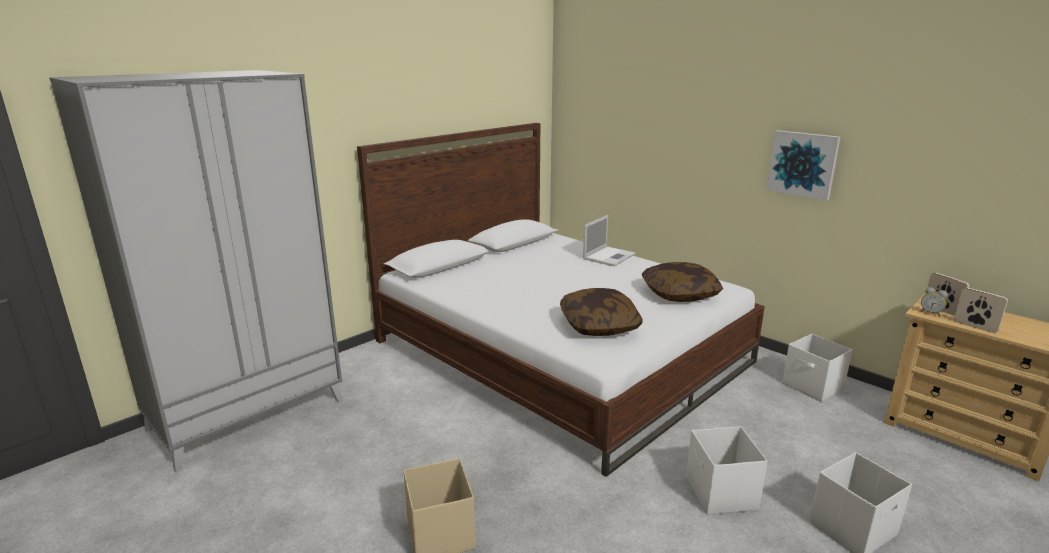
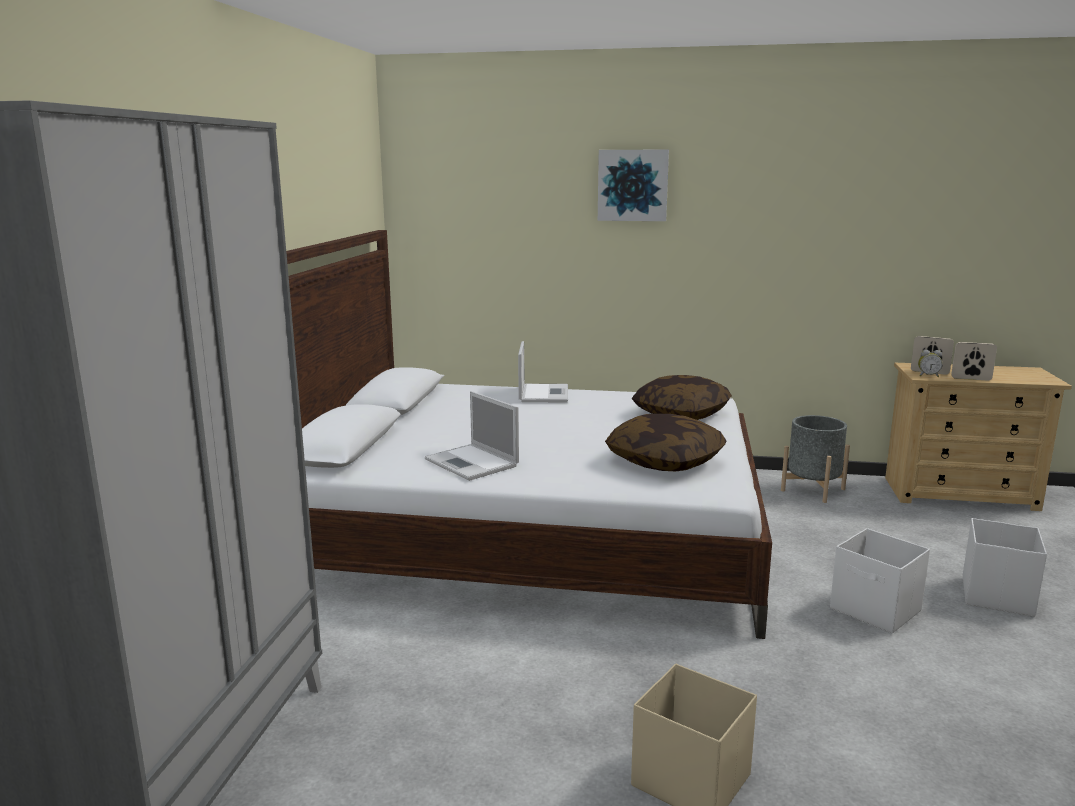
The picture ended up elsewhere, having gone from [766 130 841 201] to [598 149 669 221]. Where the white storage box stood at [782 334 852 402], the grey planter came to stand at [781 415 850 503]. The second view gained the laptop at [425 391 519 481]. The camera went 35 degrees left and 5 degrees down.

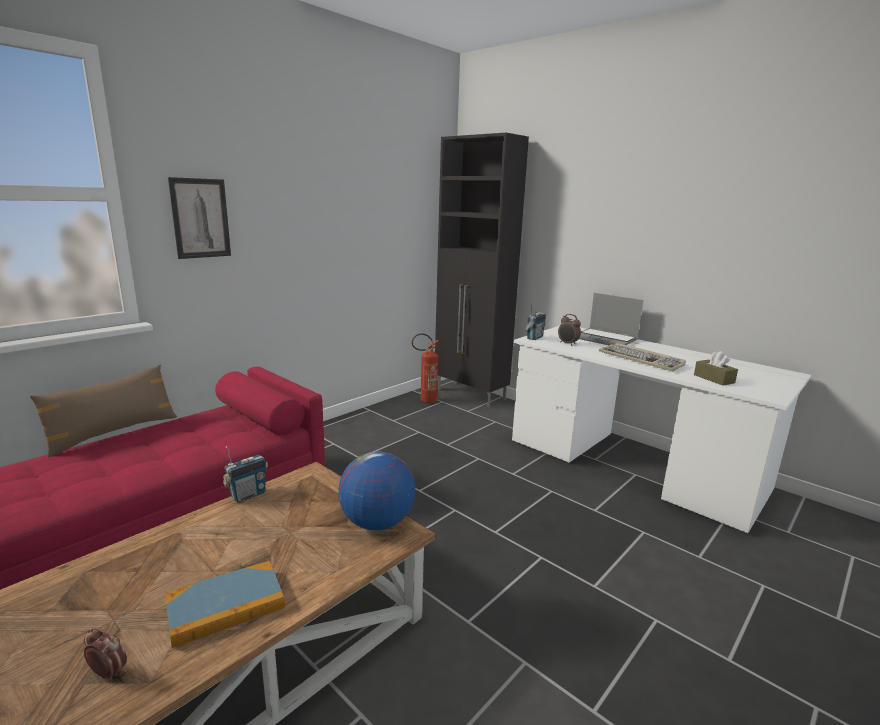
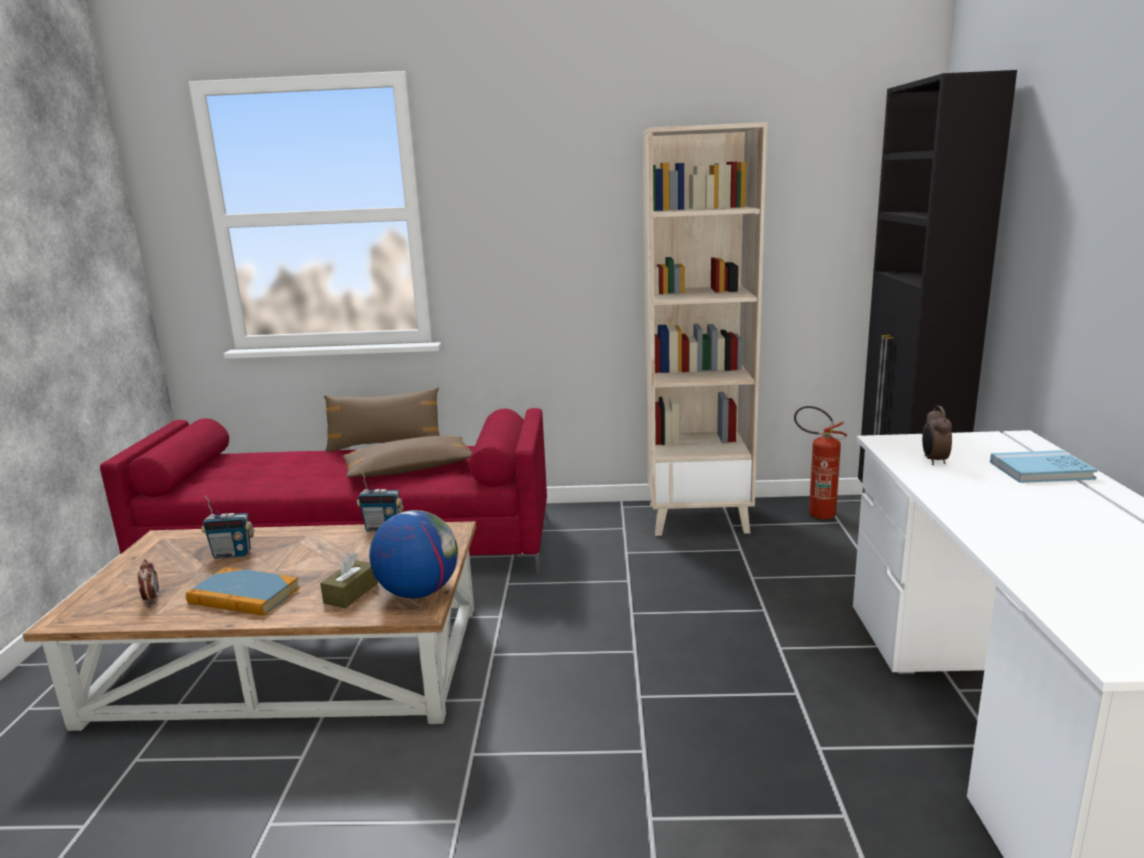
The second view lost the picture at [168 177 231 259]. Where the laptop stood at [579 293 643 345], the blue book came to stand at [990 450 1098 483]. The radio ended up elsewhere, having gone from [524 303 546 340] to [202 496 254 558]. The second view lost the keyboard at [599 343 686 371]. The brown tissue box ended up elsewhere, having gone from [694 351 738 386] to [320 552 378 608]. The second view gained the beige bookcase at [643 122 767 536]. The second view gained the brown pillow at [342 436 472 477]. The camera went 50 degrees right and 0 degrees up.

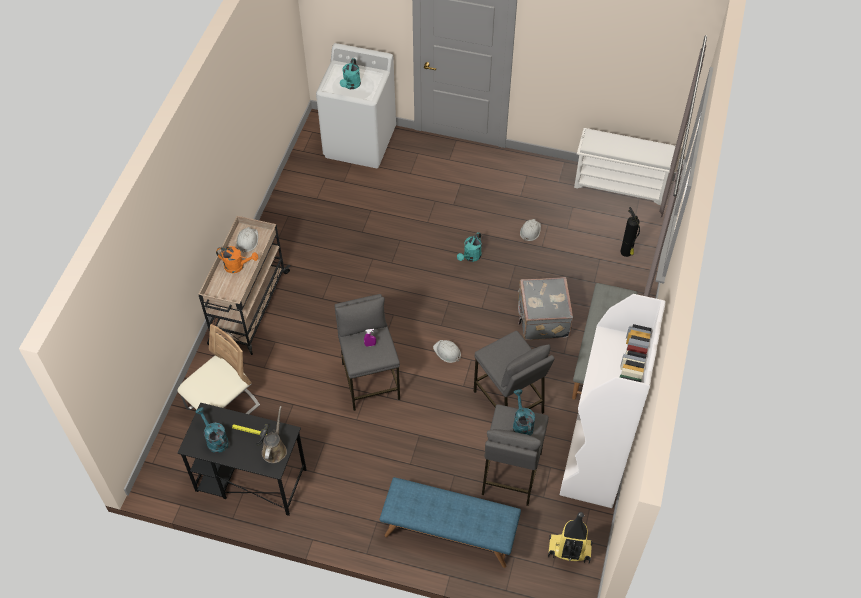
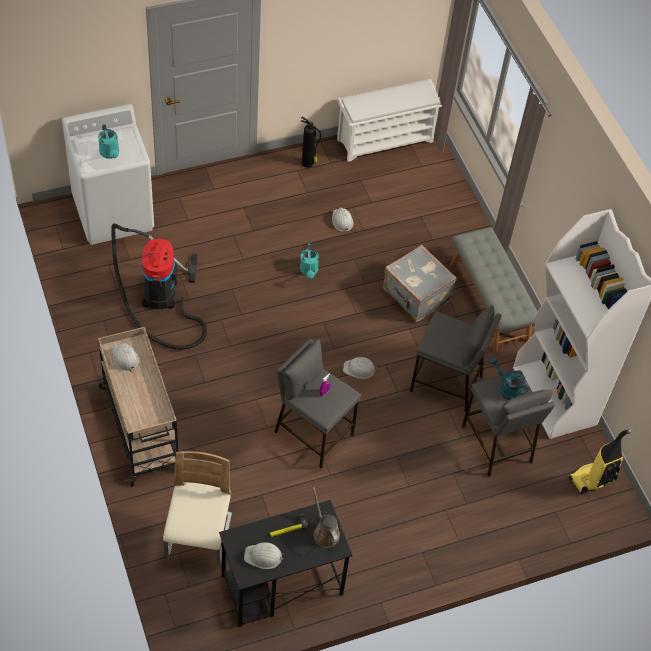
The fire extinguisher ended up elsewhere, having gone from [621 207 640 257] to [301 117 321 168]. The second view lost the orange watering can at [216 246 258 273]. Where the turquoise watering can stood at [195 407 229 453], the white hard hat came to stand at [244 542 285 569]. The second view lost the blue bench at [380 477 521 568]. The second view gained the vacuum cleaner at [111 223 207 350]. The camera went 40 degrees left and 0 degrees up.

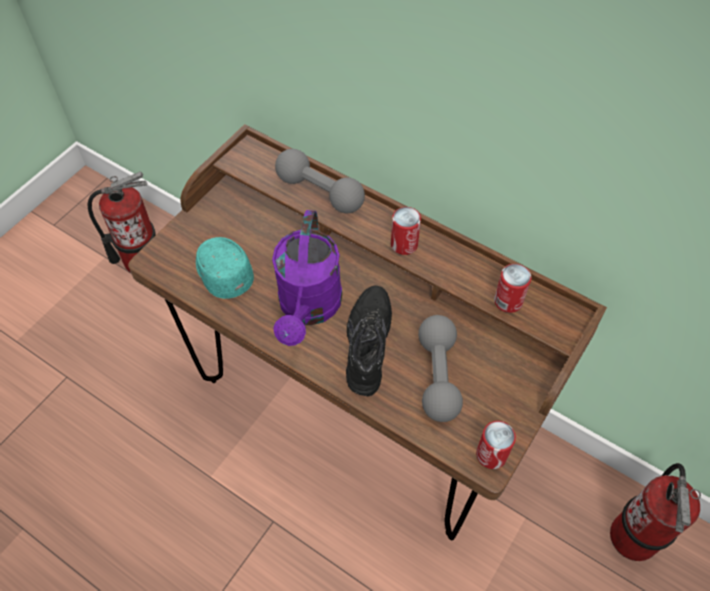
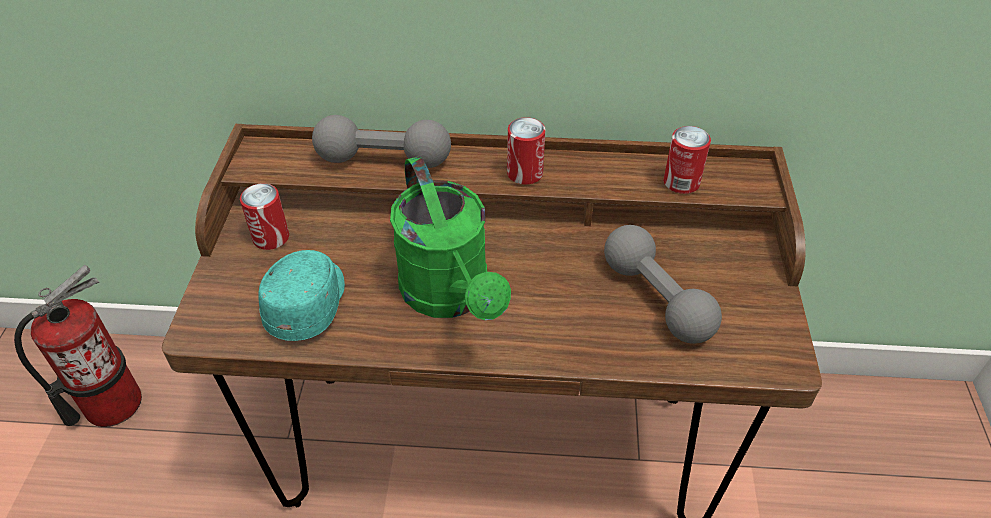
What was the purple watering can at [272 210 342 346] turned into the green watering can at [390 156 511 320]. The turquoise cap at [196 237 254 299] ended up facing another way, 75 degrees clockwise from before. The second view lost the black shoe at [346 285 392 396]. The can ended up elsewhere, having gone from [476 421 516 469] to [240 183 289 250]. The second view lost the fire extinguisher at [610 463 701 561]. The camera went 30 degrees left and 10 degrees down.

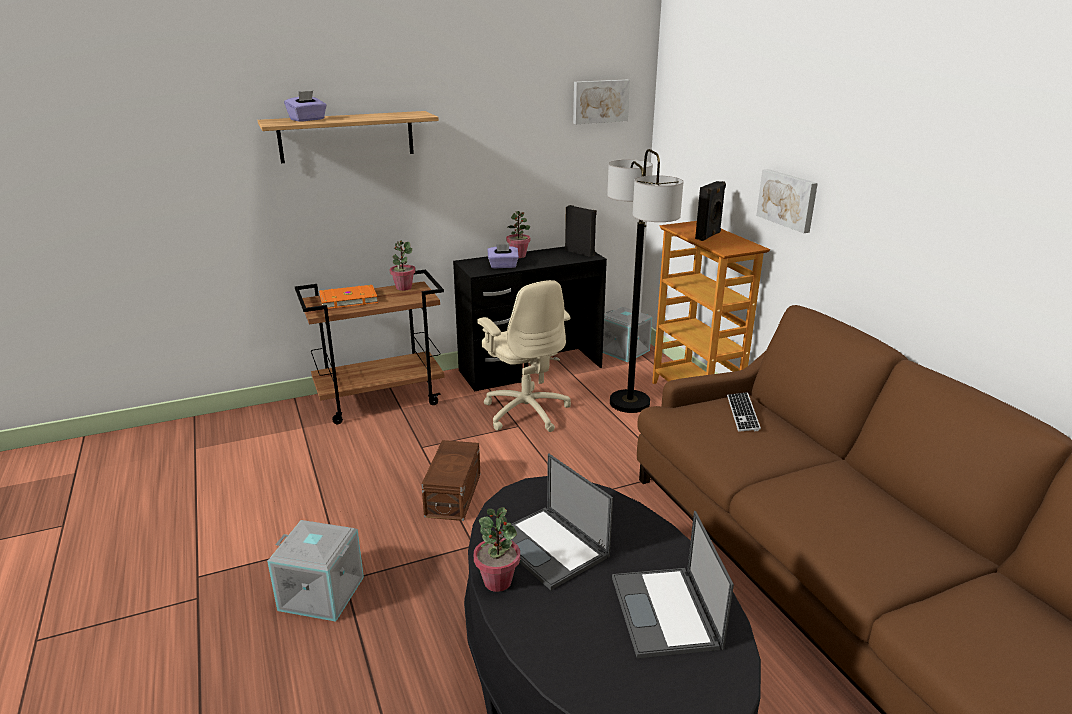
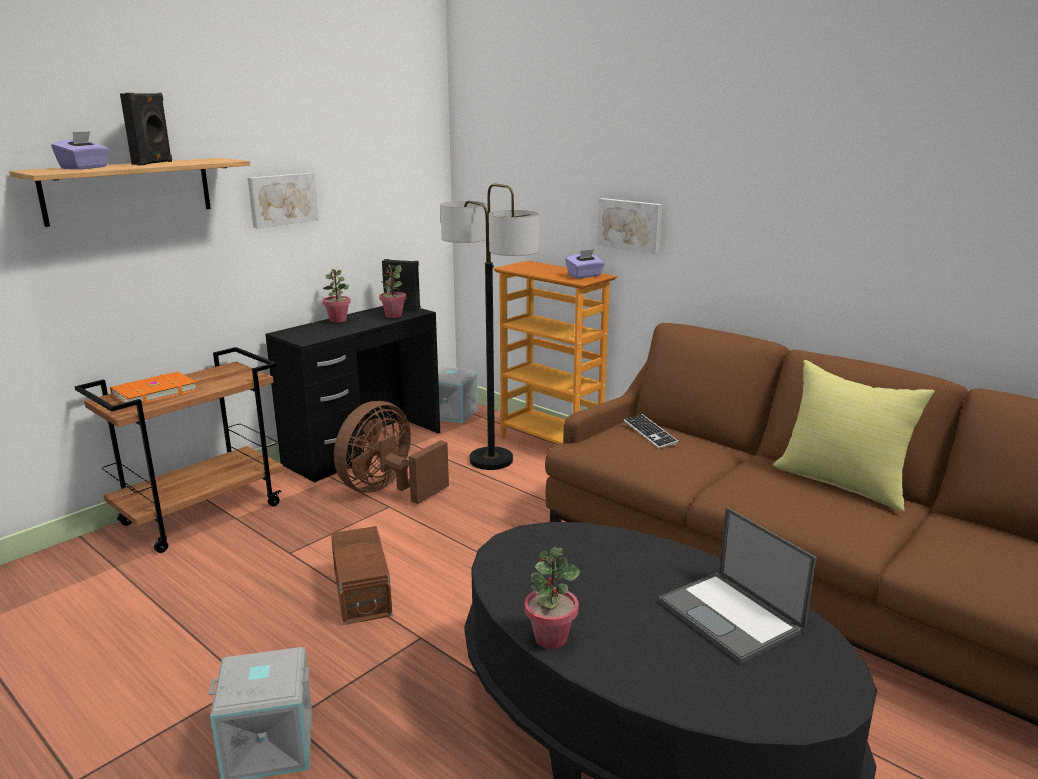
The picture ended up elsewhere, having gone from [573 80 630 124] to [248 173 319 228]. The black speaker ended up elsewhere, having gone from [695 181 726 241] to [120 93 172 166]. The potted plant ended up elsewhere, having gone from [389 240 416 291] to [379 265 406 318]. The purple tissue box ended up elsewhere, having gone from [487 244 519 268] to [565 249 605 278]. Where the beige office chair stood at [477 280 571 432], the brown fan came to stand at [334 401 449 504]. The second view lost the laptop at [499 453 613 590]. The second view gained the yellow pillow at [773 360 935 512]. The camera went 25 degrees left and 5 degrees down.

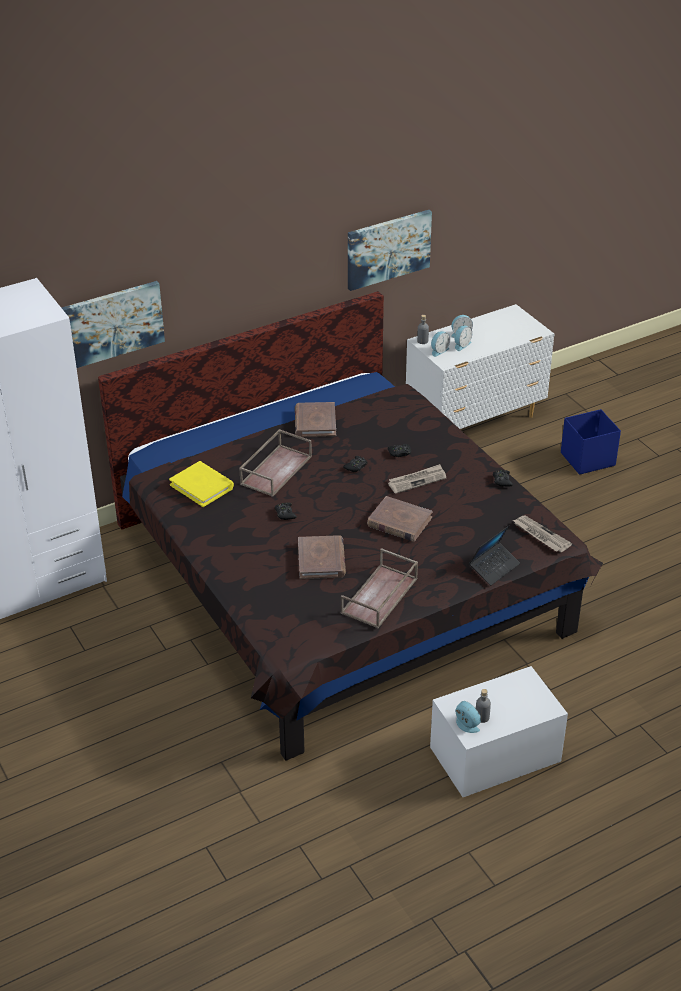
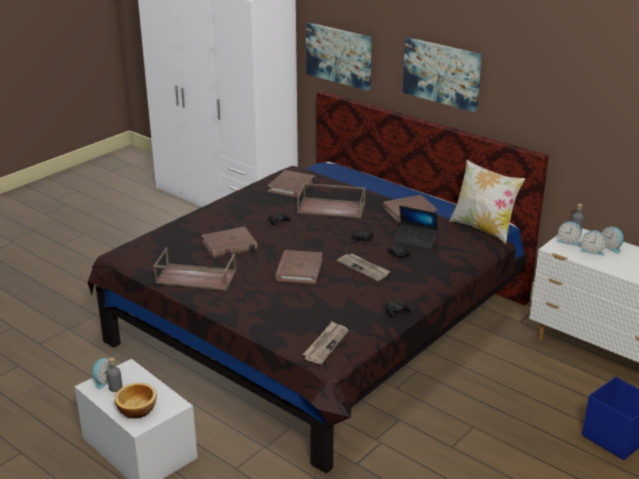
The picture ended up elsewhere, having gone from [348 210 432 291] to [403 37 482 112]. What was the yellow book at [169 461 234 507] turned into the brown book at [268 170 316 197]. The laptop ended up elsewhere, having gone from [469 526 520 585] to [393 206 438 249]. The second view gained the pillow at [450 160 525 244]. The second view gained the bowl at [115 383 157 419]. The camera went 70 degrees right and 10 degrees down.

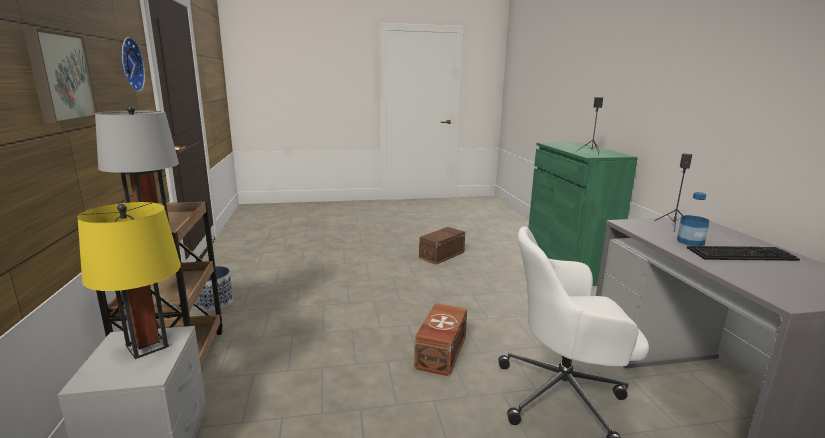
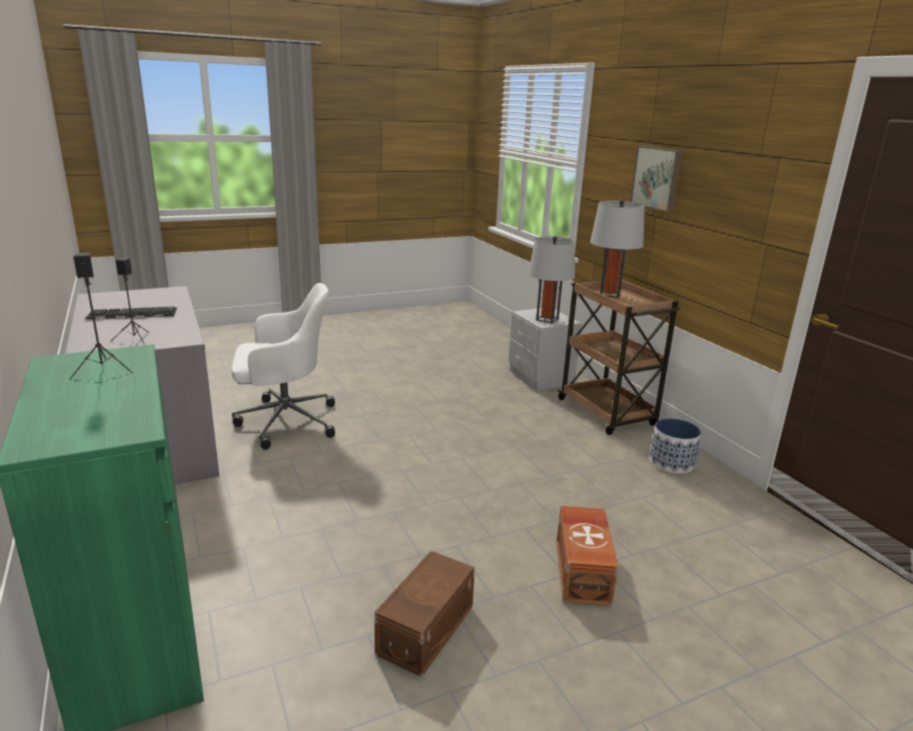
The second view lost the wall clock at [121 37 145 92]. The second view lost the bottle at [677 192 709 246]. What was the yellow table lamp at [77 202 181 359] turned into the grey table lamp at [528 236 575 324]. The brown storage box ended up elsewhere, having gone from [414 303 467 376] to [556 506 618 606]. The camera went 165 degrees right and 5 degrees up.

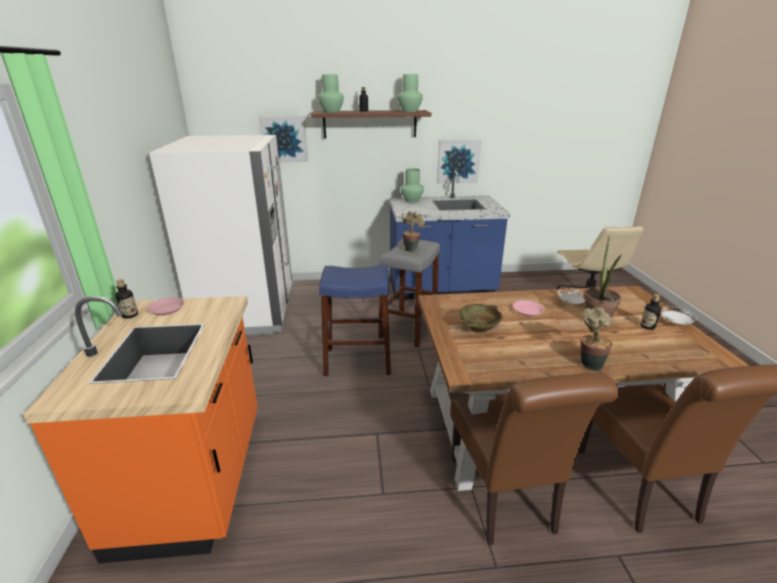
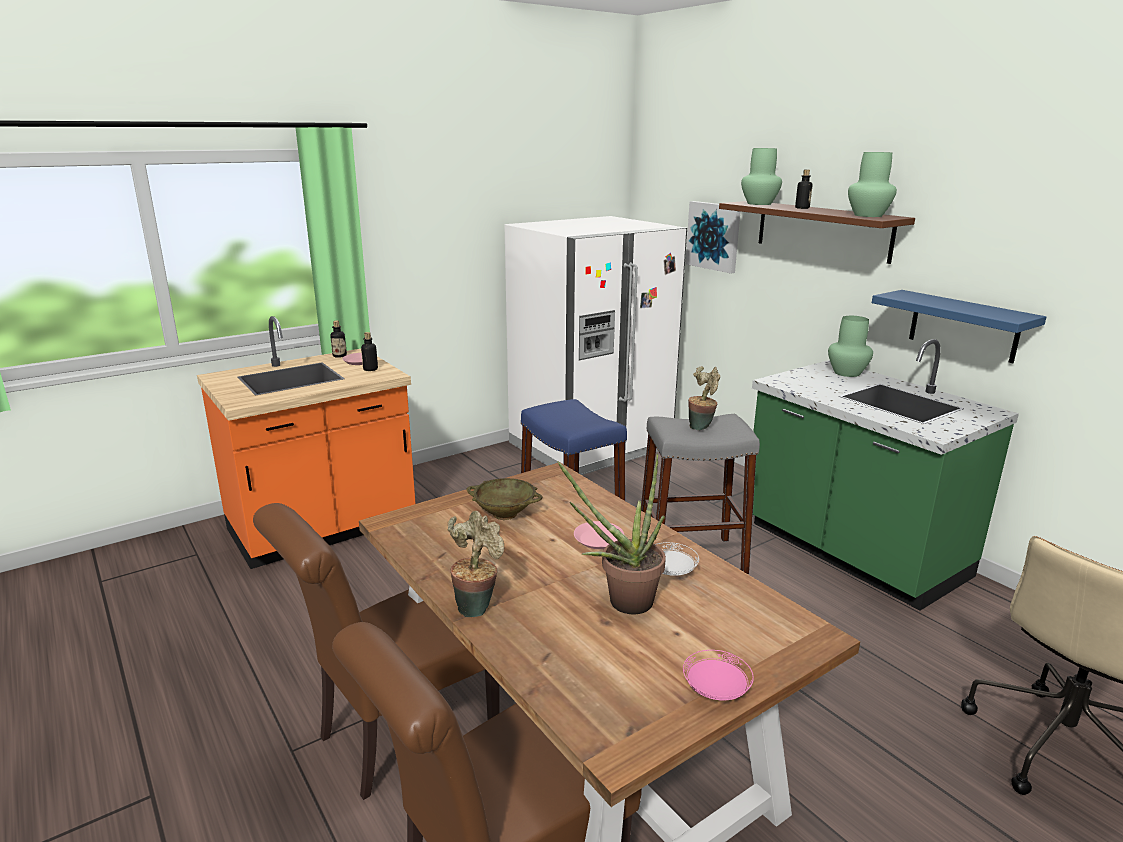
Where the picture hung at [437 140 481 184], the blue shelf came to hang at [872 290 1046 363]. What was the blue counter at [389 171 511 300] turned into the green counter at [752 339 1019 611]. The bottle ended up elsewhere, having gone from [640 294 661 330] to [361 332 378 371]. What was the white plate at [661 306 697 325] turned into the pink plate at [683 650 754 701]. The camera went 60 degrees right and 5 degrees down.

